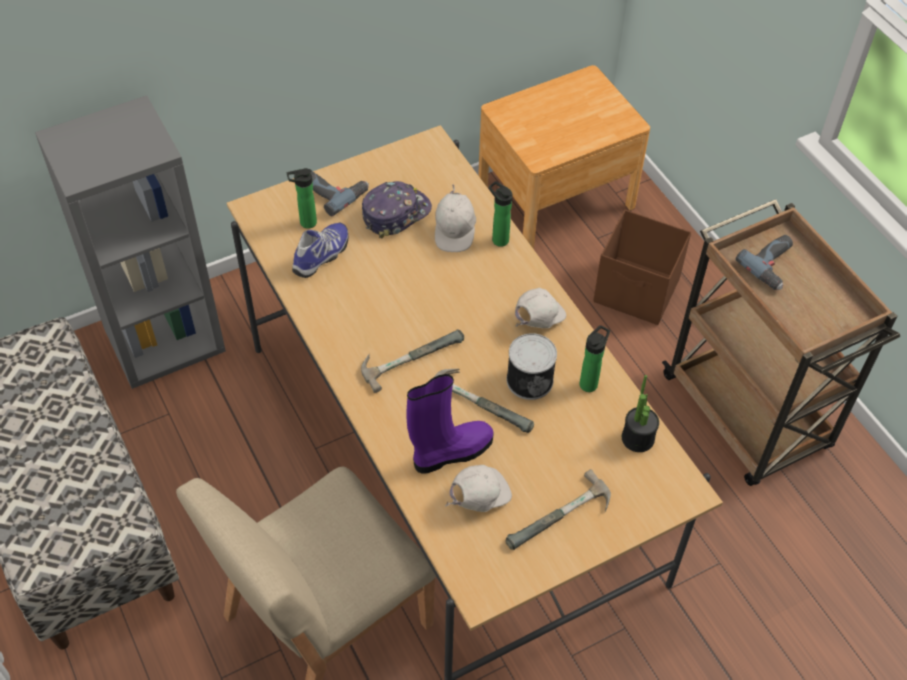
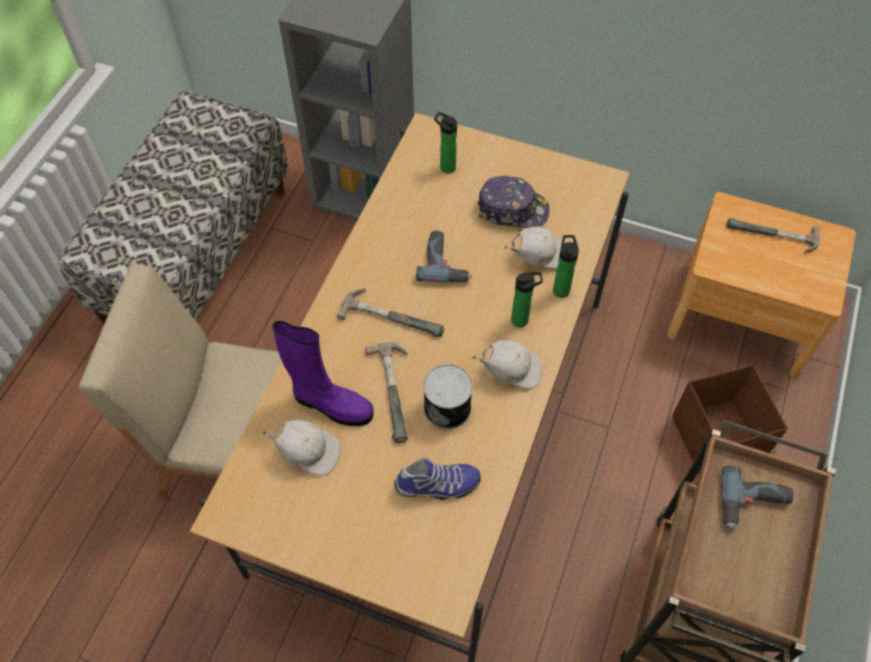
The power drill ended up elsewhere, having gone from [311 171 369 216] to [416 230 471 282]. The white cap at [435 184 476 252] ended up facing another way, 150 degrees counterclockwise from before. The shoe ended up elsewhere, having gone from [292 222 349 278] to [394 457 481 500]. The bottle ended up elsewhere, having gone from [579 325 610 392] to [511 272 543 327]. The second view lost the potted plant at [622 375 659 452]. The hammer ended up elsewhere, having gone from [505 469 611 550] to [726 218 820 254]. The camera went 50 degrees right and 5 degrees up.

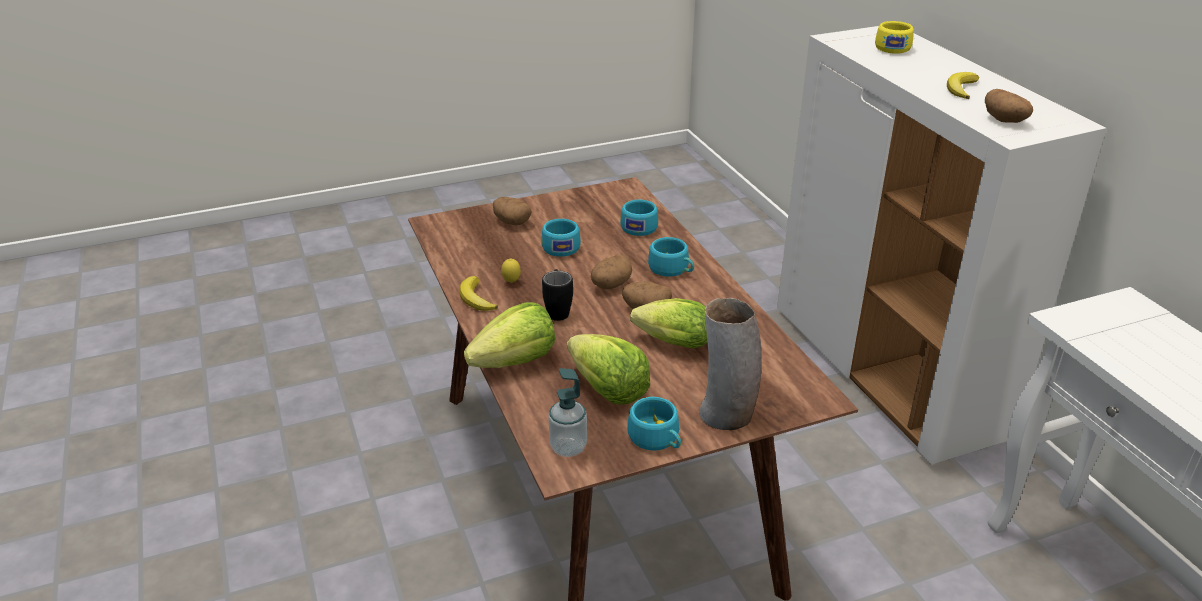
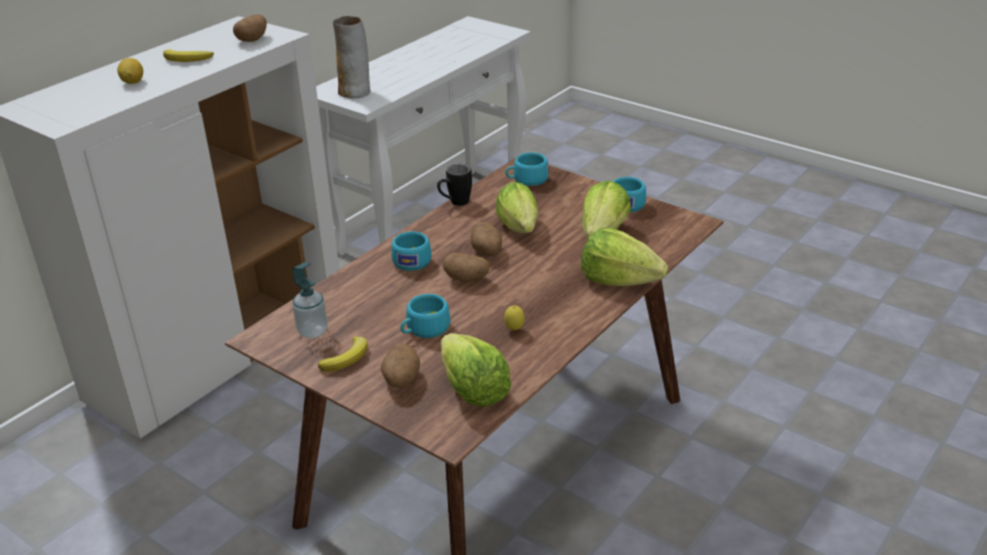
The second view lost the yellow cup at [875 21 914 54]. The turquoise cup ended up elsewhere, having gone from [620 200 658 236] to [505 152 549 186]. The black mug ended up elsewhere, having gone from [542 269 573 321] to [437 164 472 206]. The banana ended up elsewhere, having gone from [459 276 498 311] to [318 336 368 372]. The vase ended up elsewhere, having gone from [699 298 762 430] to [333 16 370 99]. The soap dispenser ended up elsewhere, having gone from [548 368 587 457] to [292 262 328 338]. The second view gained the lemon at [117 58 143 84]. The second view gained the lettuce at [441 333 512 407]. The camera went 120 degrees left and 0 degrees up.

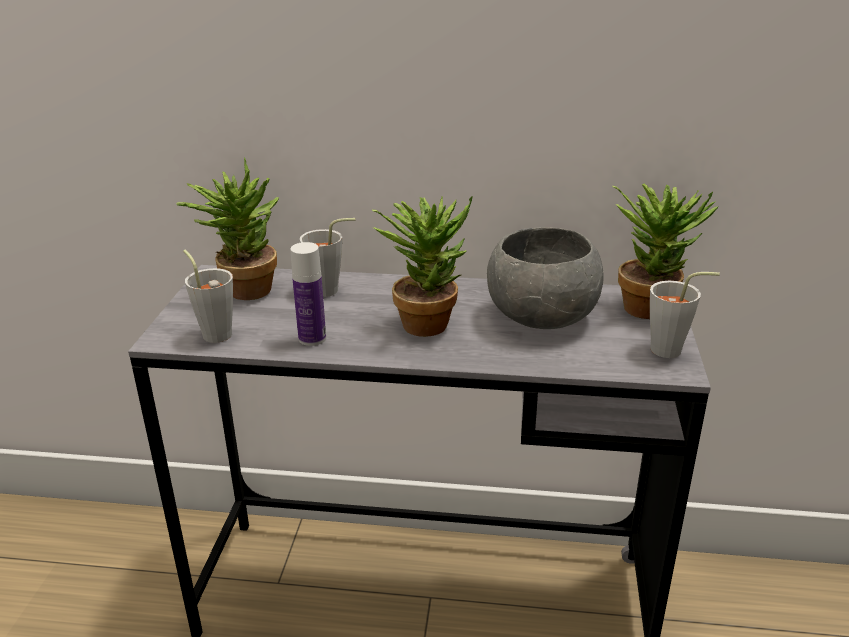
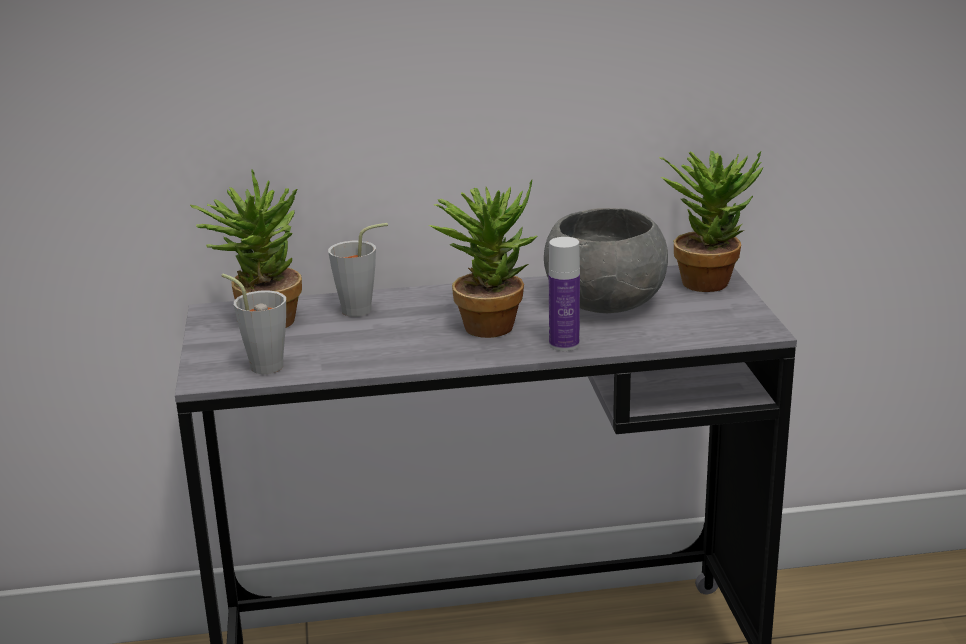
The bottle ended up elsewhere, having gone from [290 242 326 346] to [549 237 580 351]. The second view lost the grey cup at [650 272 720 358]. The camera went 15 degrees left and 5 degrees down.

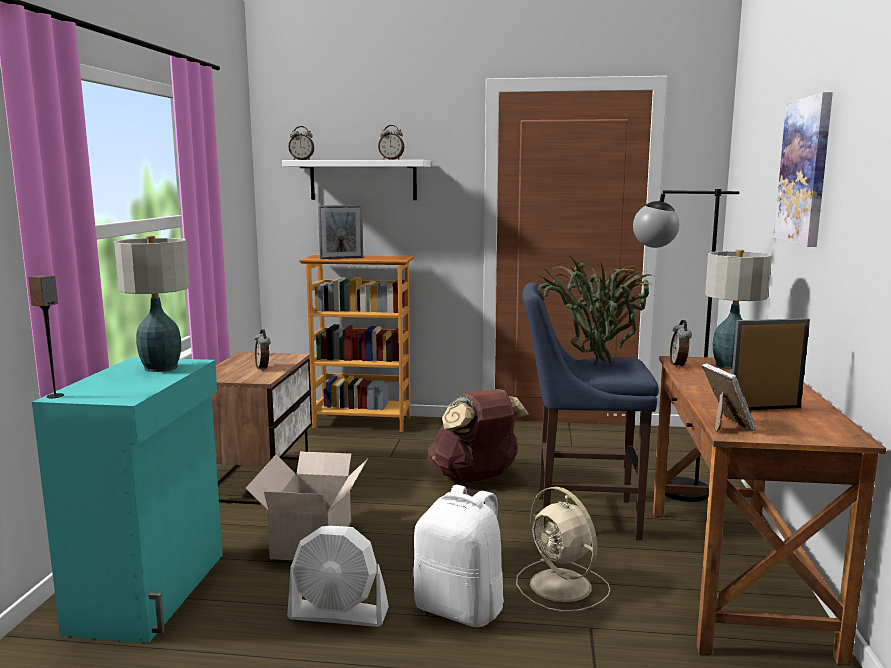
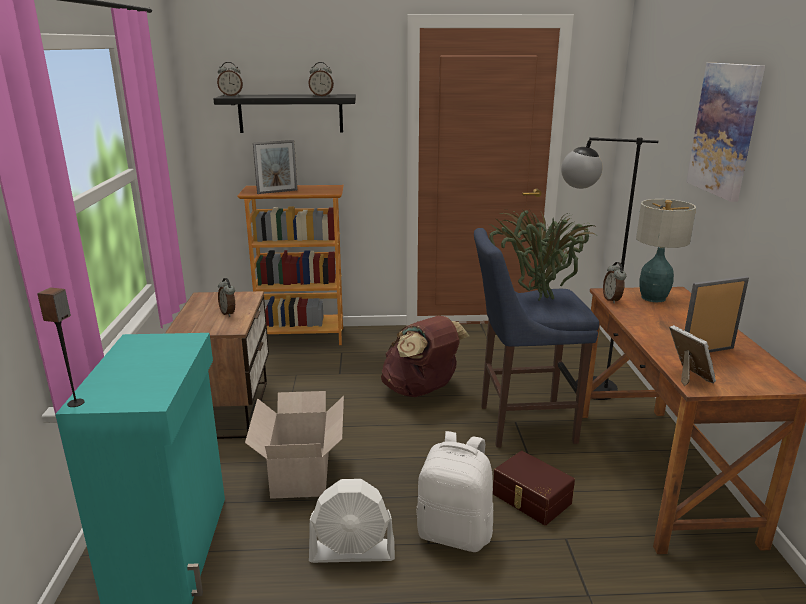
What was the white shelf at [282 160 431 200] turned into the black shelf at [213 94 356 133]. The second view lost the table lamp at [114 235 190 372]. Where the beige fan stood at [516 487 610 612], the brown storage box came to stand at [493 451 575 525]. The camera went 10 degrees left and 10 degrees up.

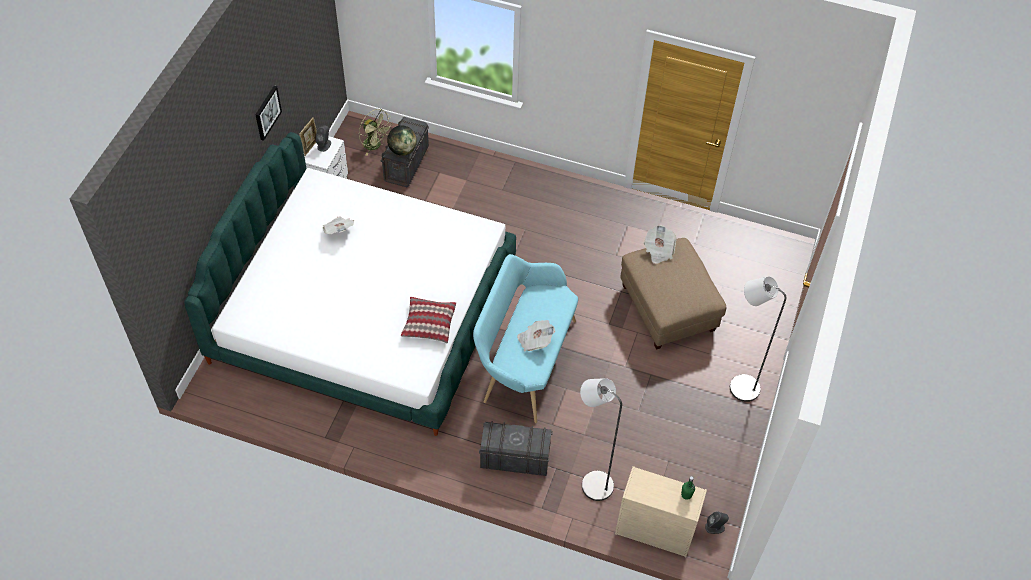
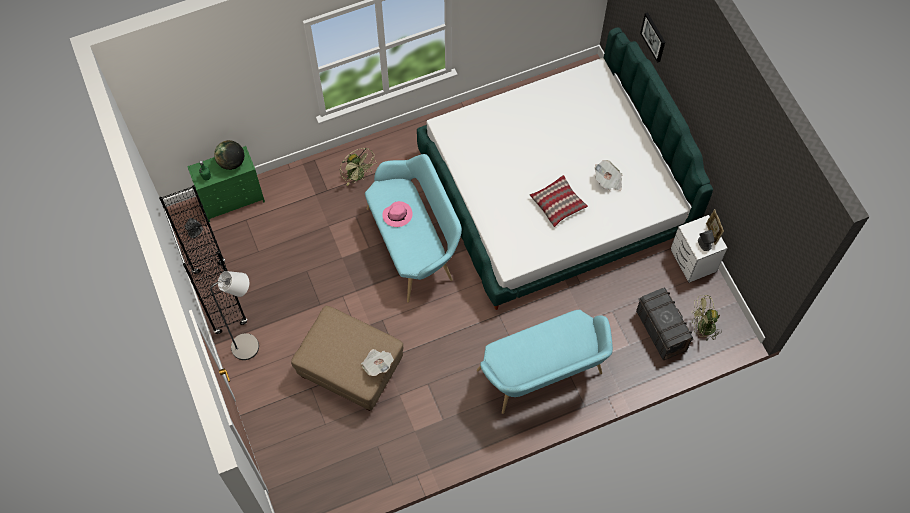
The picture ended up elsewhere, having gone from [255 86 282 141] to [640 12 665 63]. The globe ended up elsewhere, having gone from [387 125 417 156] to [214 140 244 170]. The pillow ended up elsewhere, having gone from [401 297 456 343] to [529 175 588 227]. Where the newspaper stood at [517 320 555 351], the pink hat came to stand at [382 201 413 227]. The second view lost the grey floor lamp at [580 378 622 501]. Where the grey storage box stood at [479 421 553 476], the green fan came to stand at [340 148 377 186]. What was the beige dresser at [615 466 707 557] turned into the green dresser at [187 146 265 222]. The second view gained the black bookcase at [159 185 247 334]. The second view gained the turquoise bench at [477 309 613 414]. The camera went 140 degrees right and 10 degrees up.

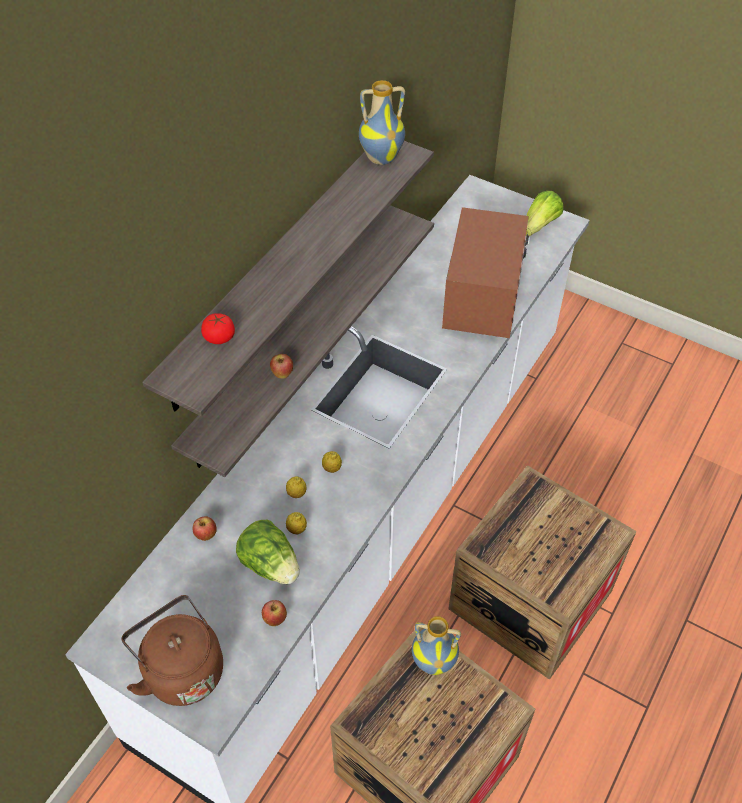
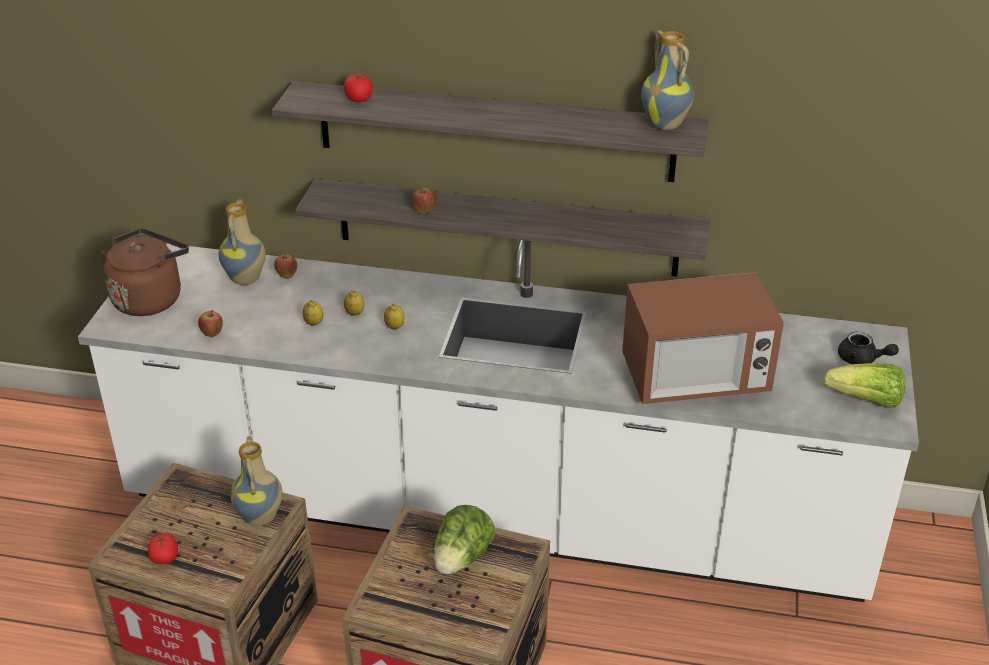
The lettuce ended up elsewhere, having gone from [236 520 300 584] to [434 505 496 574]. The second view gained the vase at [219 199 266 285]. The second view gained the black teapot at [838 331 899 364]. The second view gained the tomato at [148 534 178 564]. The camera went 70 degrees right and 15 degrees down.

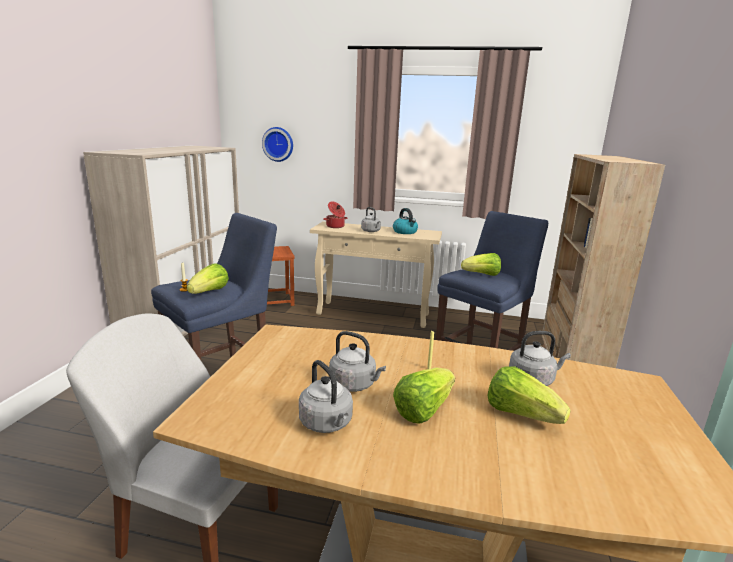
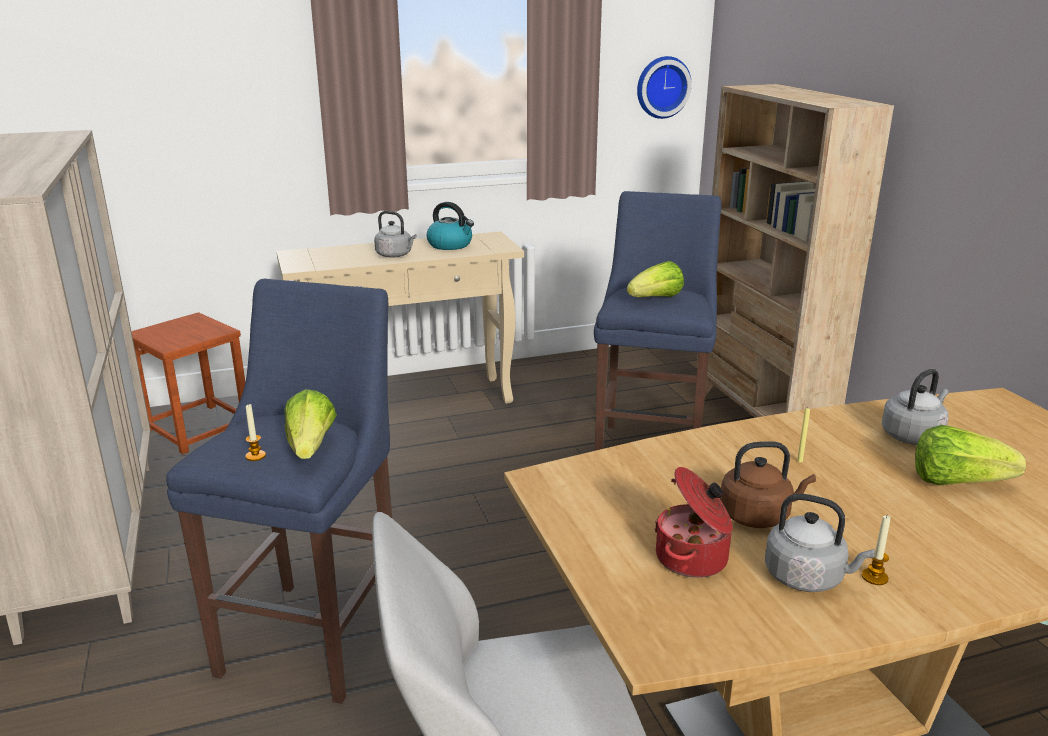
The wall clock ended up elsewhere, having gone from [262 127 293 162] to [637 56 692 119]. The cooking pot ended up elsewhere, having gone from [323 201 347 228] to [654 467 733 578]. What was the grey kettle at [329 331 386 392] turned into the brown kettle at [720 441 816 528]. The second view lost the lettuce at [393 367 455 424]. The second view gained the candle at [862 515 891 585]. The camera went 30 degrees left and 5 degrees up.

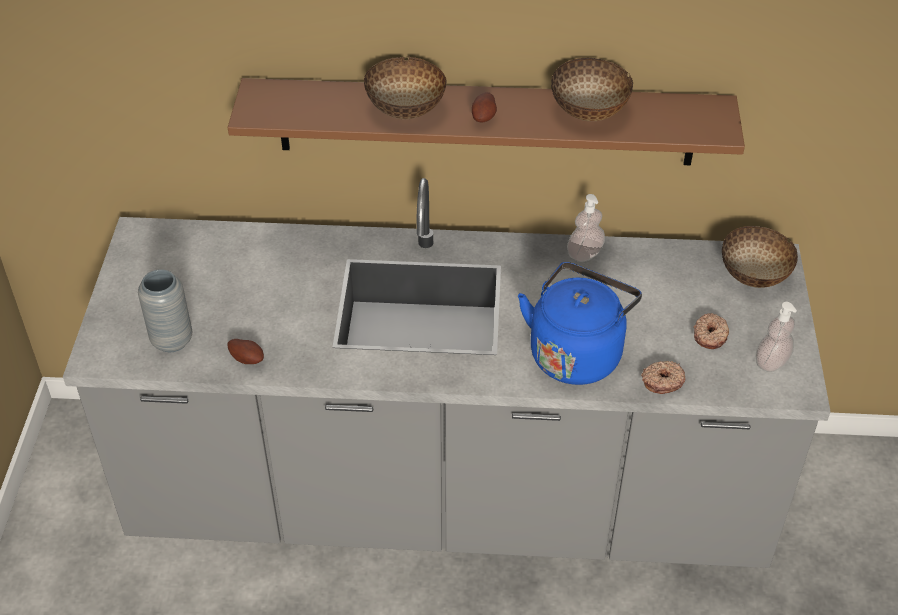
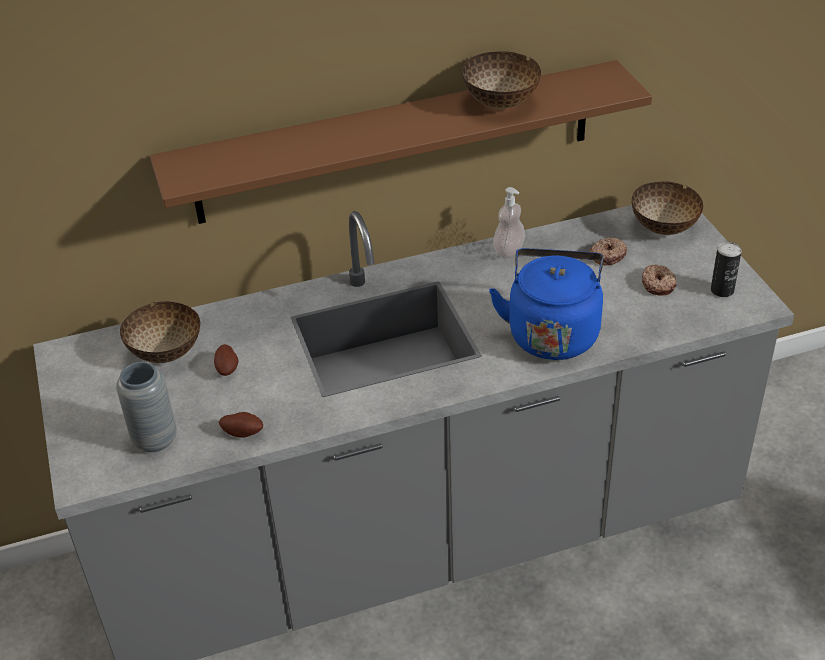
The bowl ended up elsewhere, having gone from [364 56 446 119] to [120 301 201 363]. The potato ended up elsewhere, having gone from [472 92 497 122] to [214 344 239 376]. Where the soap dispenser stood at [756 302 797 372], the can came to stand at [711 242 742 297]. The donut ended up elsewhere, having gone from [641 361 685 394] to [590 237 627 266]. The camera went 20 degrees left and 5 degrees down.

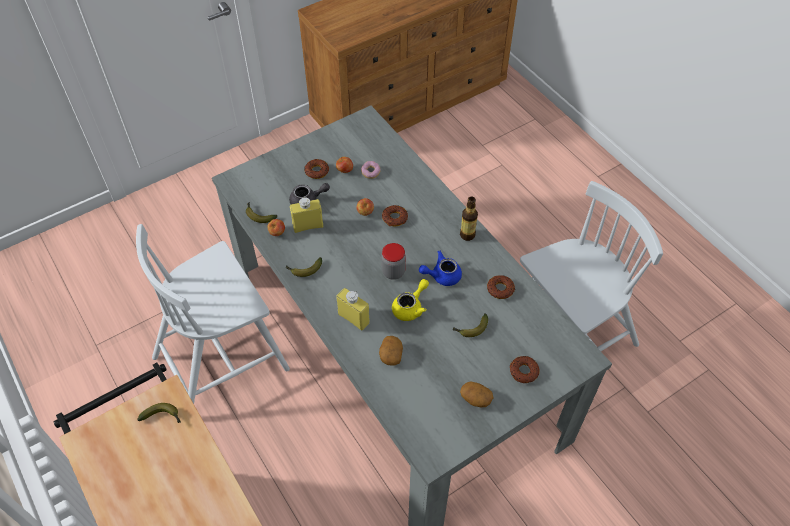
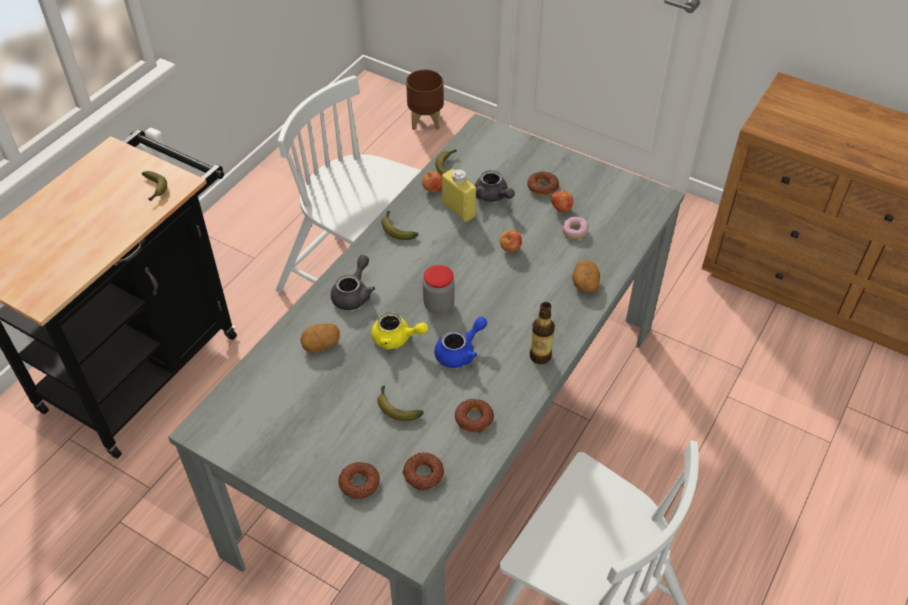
The donut ended up elsewhere, having gone from [382 205 408 226] to [402 453 444 490]. The blue teapot at [419 251 462 286] ended up facing another way, 90 degrees clockwise from before. Where the yellow bottle stood at [336 288 370 331], the grey teapot came to stand at [331 255 375 310]. The potato ended up elsewhere, having gone from [460 381 494 408] to [572 260 600 293]. The second view gained the brown planter at [406 69 444 130]. The camera went 65 degrees right and 5 degrees down.

